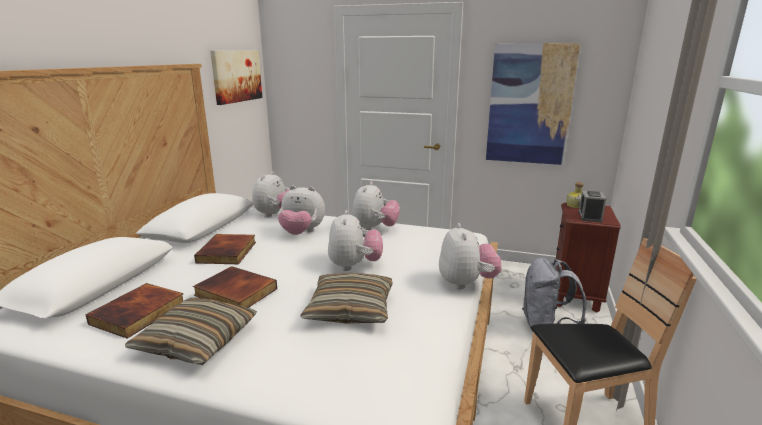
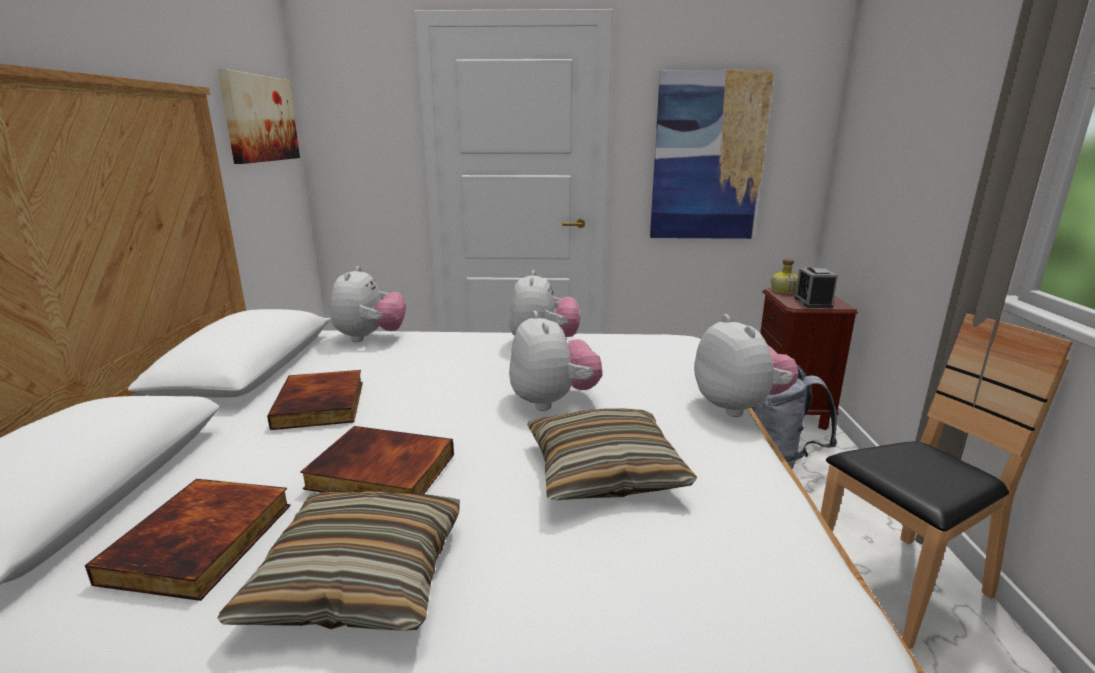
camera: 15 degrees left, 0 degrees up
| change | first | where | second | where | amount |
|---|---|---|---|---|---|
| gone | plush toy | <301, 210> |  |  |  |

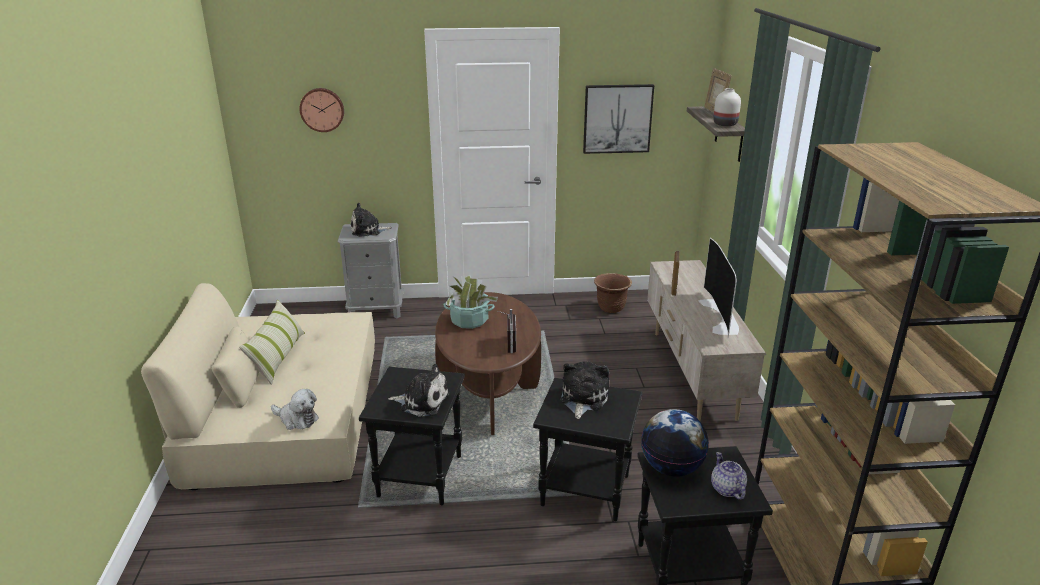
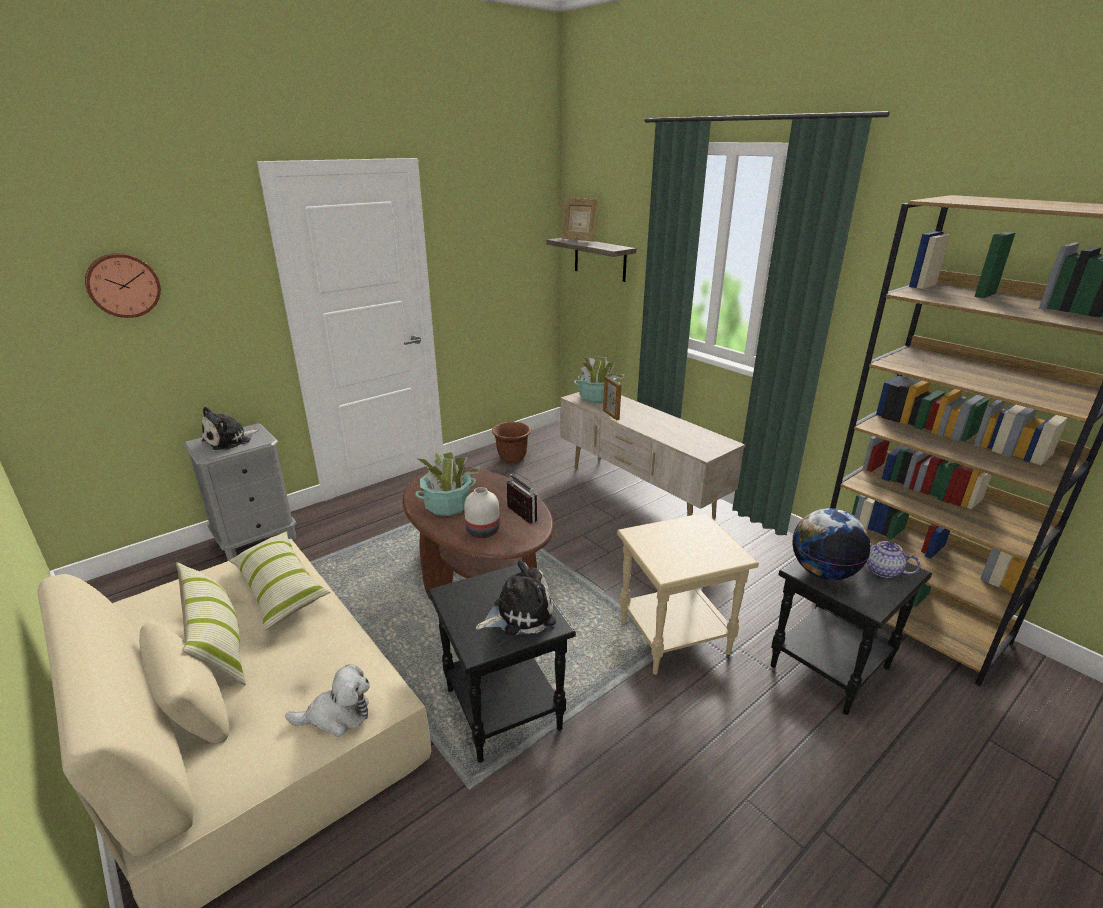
camera: 35 degrees left, 0 degrees up
| change | first | where | second | where | amount |
|---|---|---|---|---|---|
| gone | plush toy | <585, 390> |  |  |  |
| gone | picture | <618, 119> |  |  |  |
| gone | television | <719, 288> |  |  |  |
| new |  |  | pillow | <279, 581> |  |
| new |  |  | potted plant | <599, 379> |  |
| shifted | vase/white | <727, 107> |  | <482, 512> |  |
| repainted | side table/black | <587, 449> | side table/beige | <688, 594> |  |

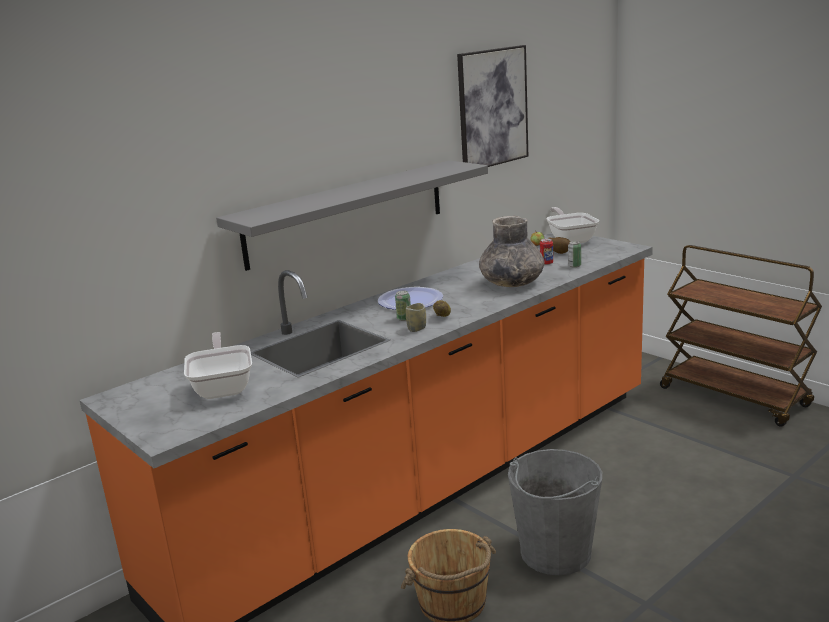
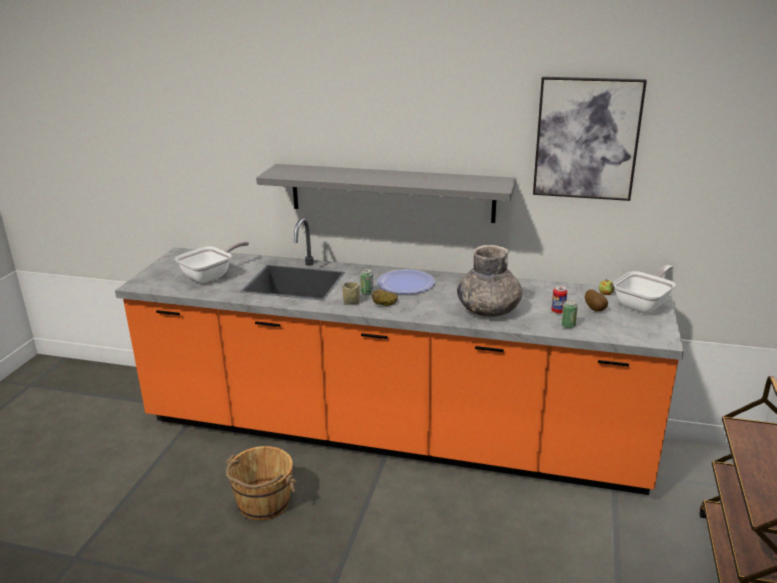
camera: 55 degrees right, 5 degrees up
| change | first | where | second | where | amount |
|---|---|---|---|---|---|
| gone | bucket/grey | <555, 512> |  |  |  |

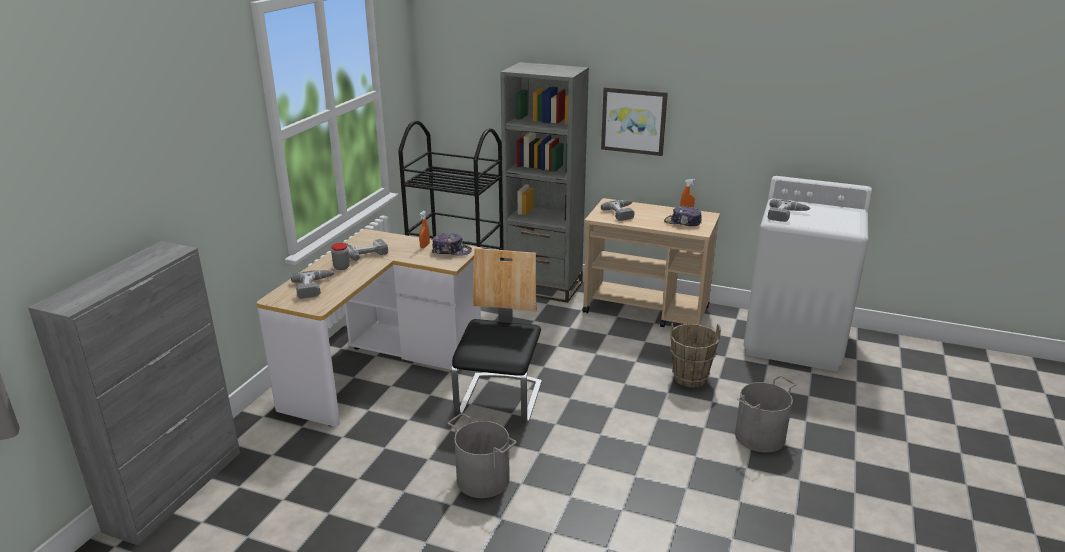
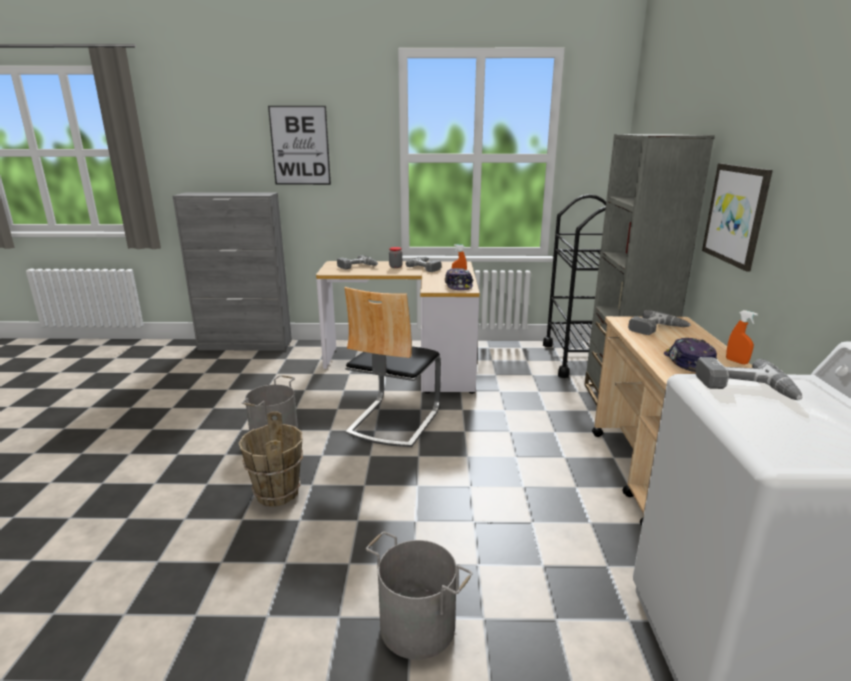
camera: 70 degrees right, 5 degrees down
| change | first | where | second | where | amount |
|---|---|---|---|---|---|
| new |  |  | picture | <299, 145> |  |
| shifted | bucket/brown | <695, 355> |  | <270, 459> |  |
| rotated | chair | <496, 336> |  | <392, 367> | 120 degrees clockwise |

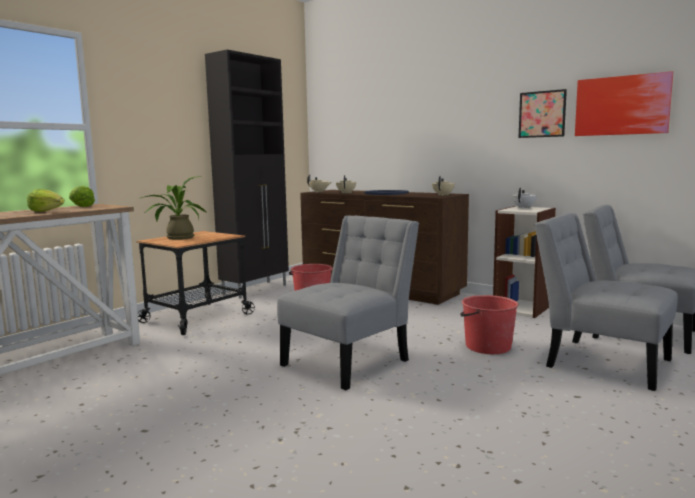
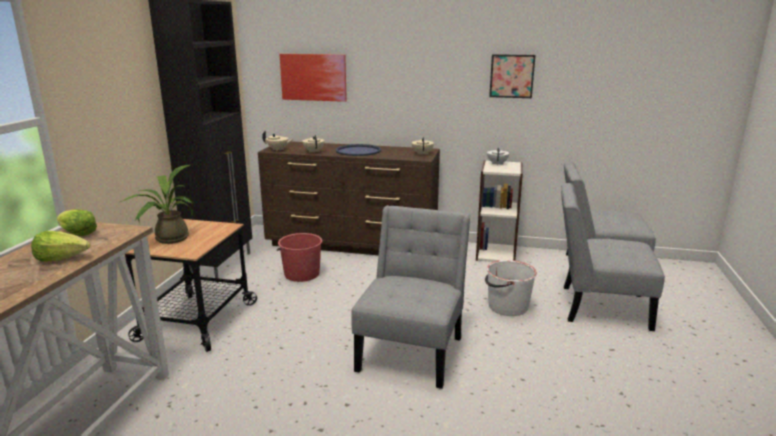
camera: 25 degrees left, 10 degrees up
| change | first | where | second | where | amount |
|---|---|---|---|---|---|
| shifted | picture | <624, 103> |  | <313, 78> |  |
| repainted | bucket/red | <489, 324> | bucket/white | <511, 288> |  |

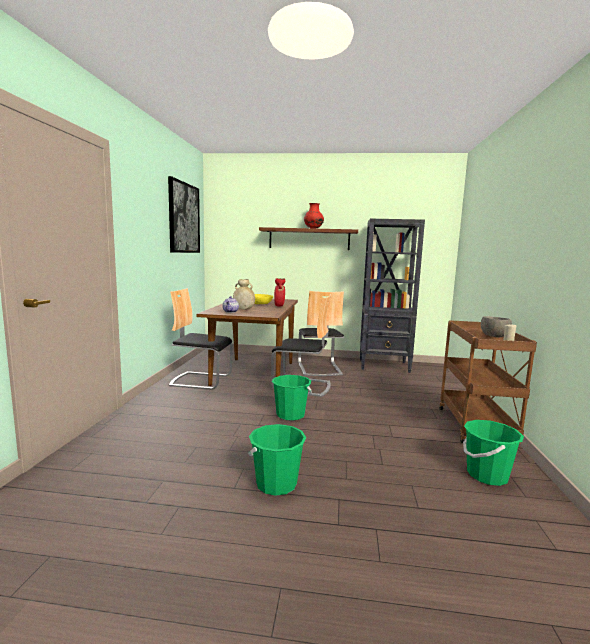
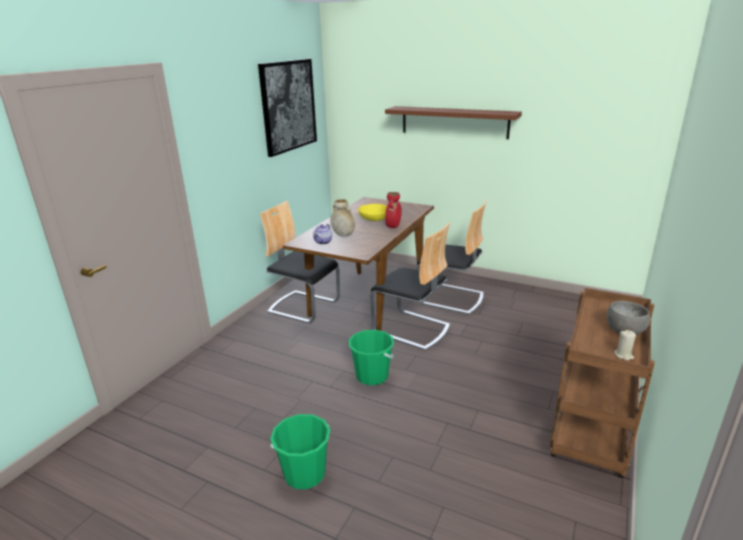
camera: 20 degrees right, 15 degrees up
| change | first | where | second | where | amount |
|---|---|---|---|---|---|
| gone | vase/red | <314, 216> |  |  |  |
| gone | bookcase/black | <392, 295> |  |  |  |
| gone | bucket/green | <493, 453> |  |  |  |
| rotated | chair | <321, 333> |  | <451, 257> | 75 degrees counterclockwise |

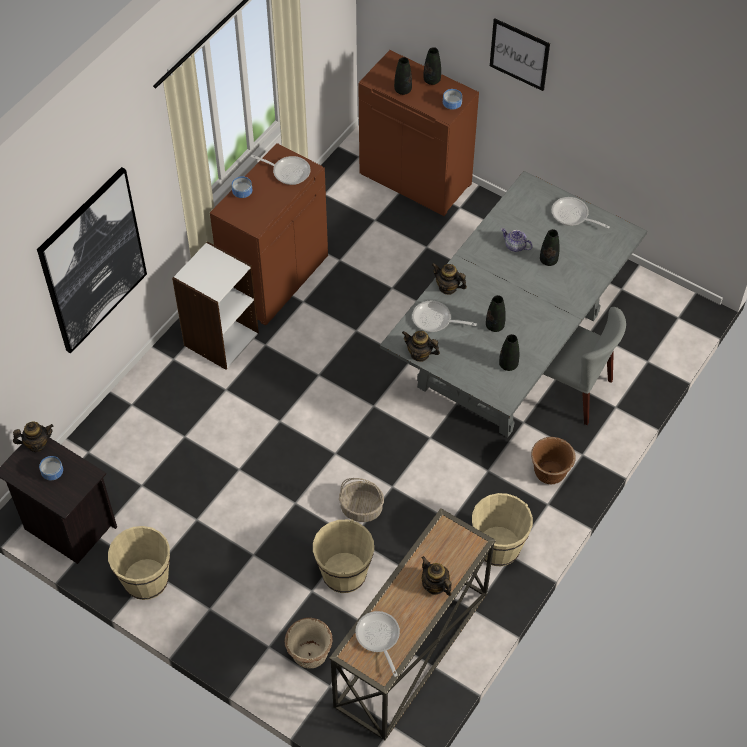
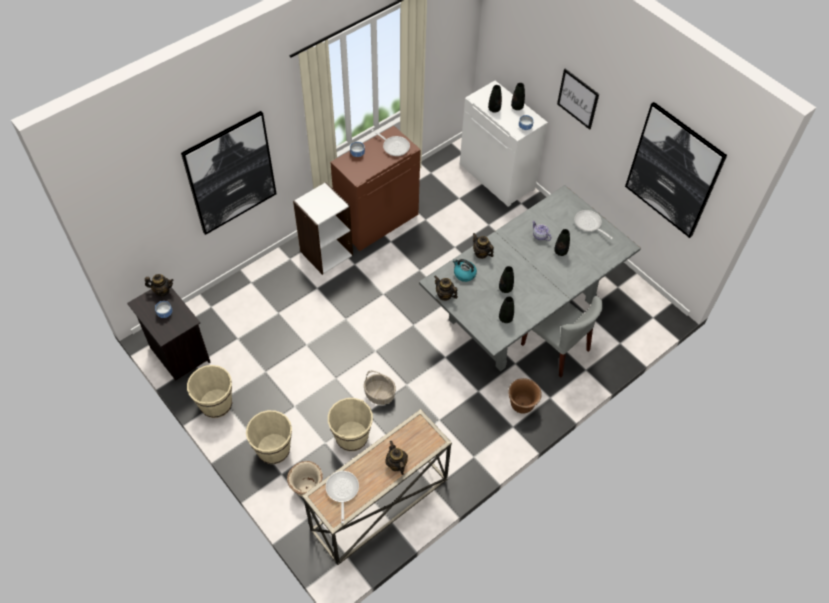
camera: 15 degrees right, 0 degrees up
| change | first | where | second | where | amount |
|---|---|---|---|---|---|
| new |  |  | picture | <676, 170> |  |
| shifted | bucket/beige | <502, 529> |  | <269, 437> |  |
| swapped | frying pan | <444, 316> | kettle | <465, 270> |  |
| repainted | cabinet/brown | <418, 133> | cabinet/white | <504, 144> |  |

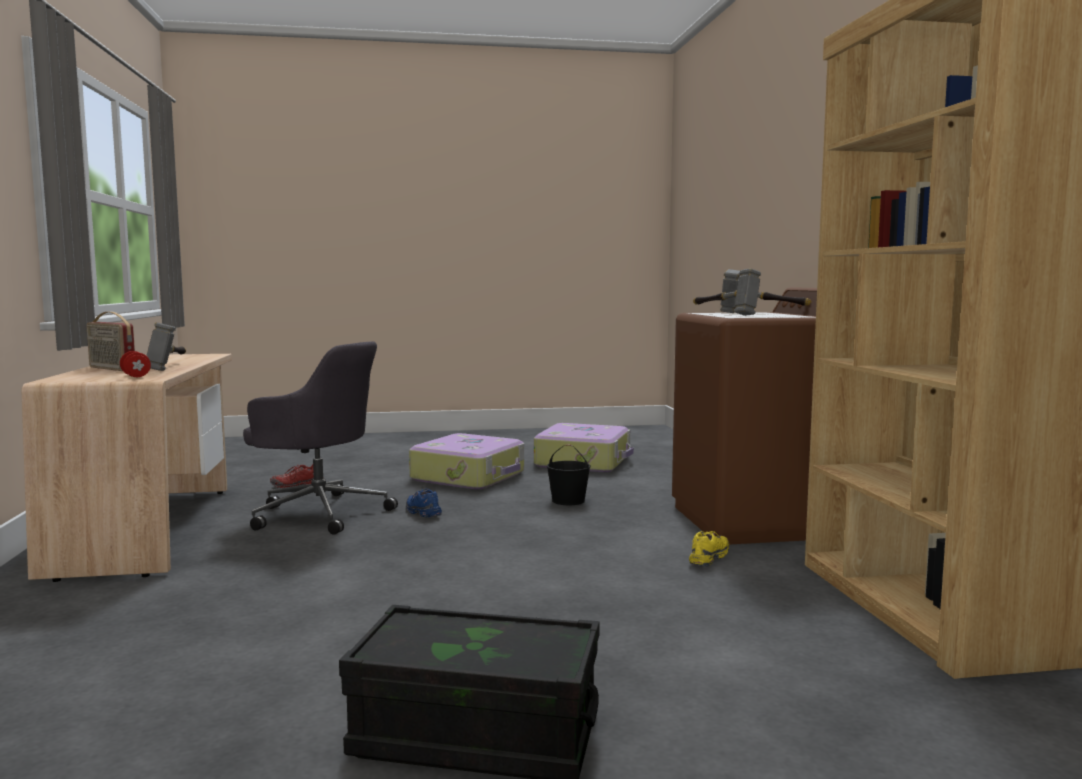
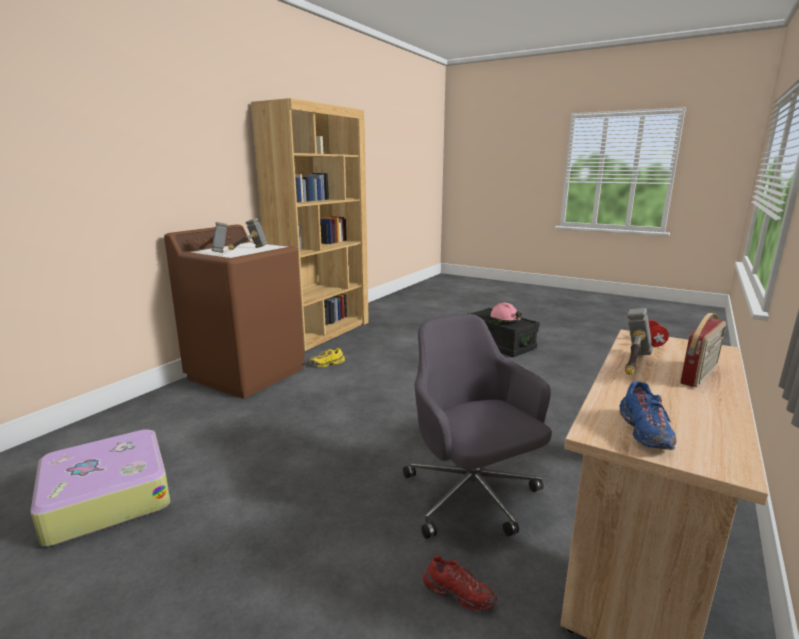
camera: 140 degrees left, 10 degrees up
| change | first | where | second | where | amount |
|---|---|---|---|---|---|
| gone | suitcase | <466, 461> |  |  |  |
| gone | bucket/black | <569, 474> |  |  |  |
| new |  |  | hard hat/pink | <506, 312> |  |
| shifted | shoe/blue | <424, 502> |  | <648, 415> |  |
| rotated | radio | <110, 341> |  | <703, 350> | 60 degrees clockwise |

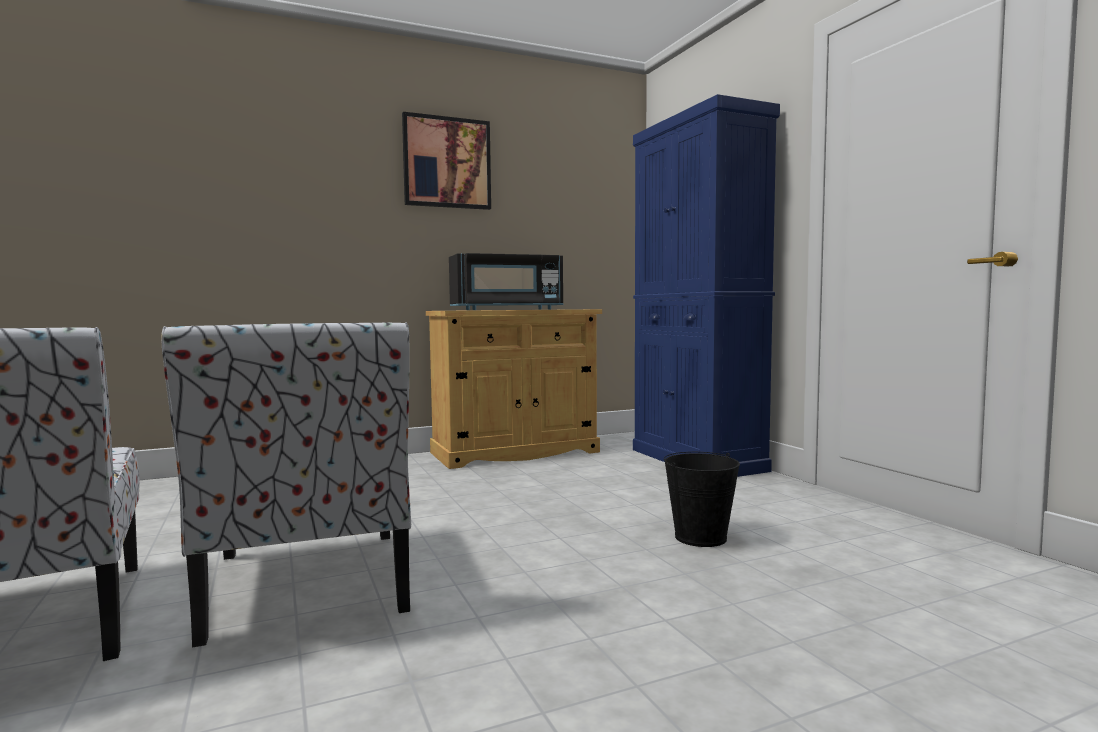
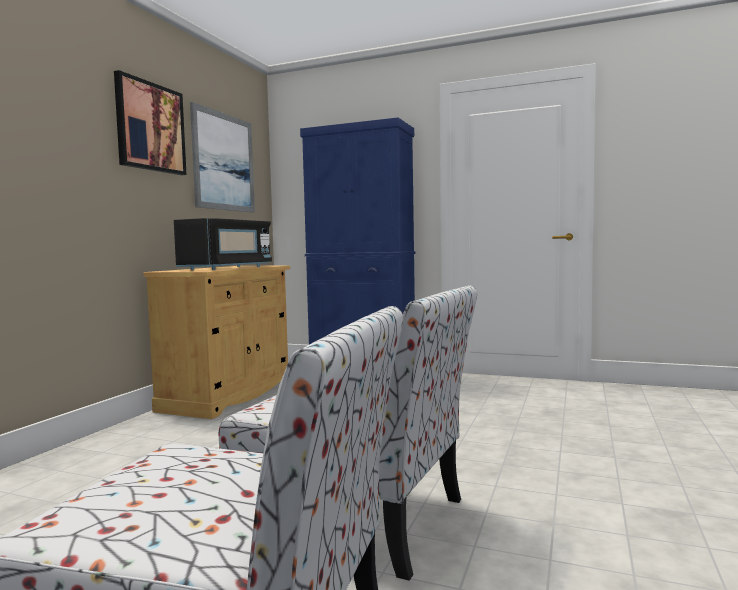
camera: 45 degrees left, 0 degrees up
| change | first | where | second | where | amount |
|---|---|---|---|---|---|
| gone | bucket/black | <702, 499> |  |  |  |
| new |  |  | picture | <222, 157> |  |

